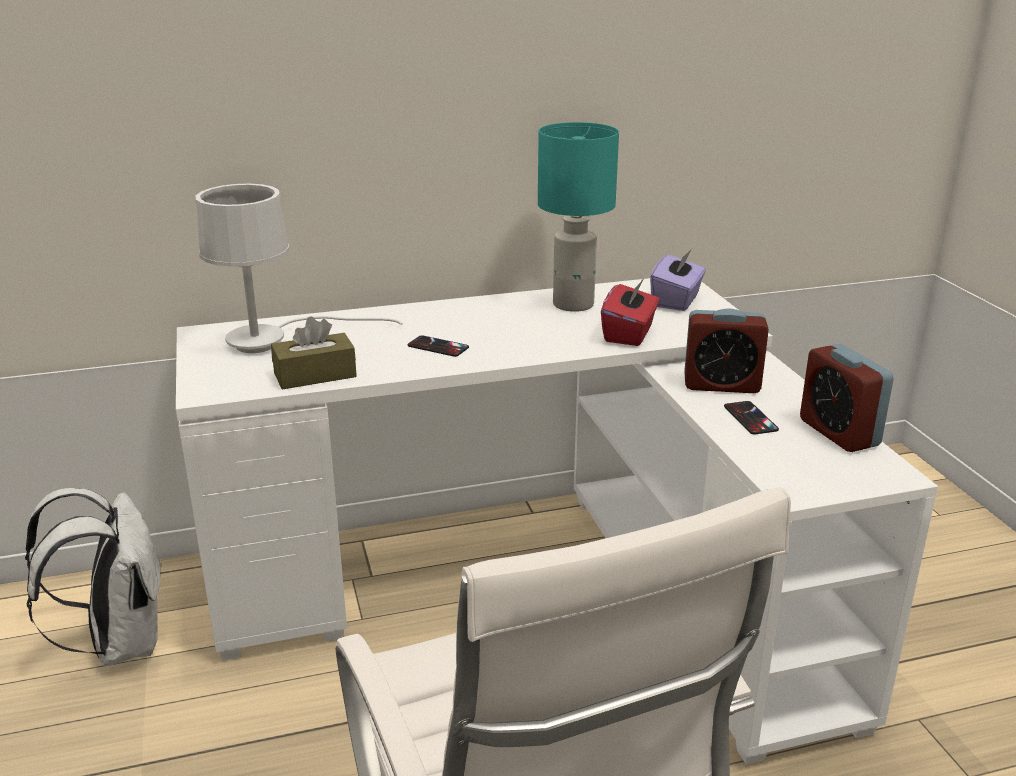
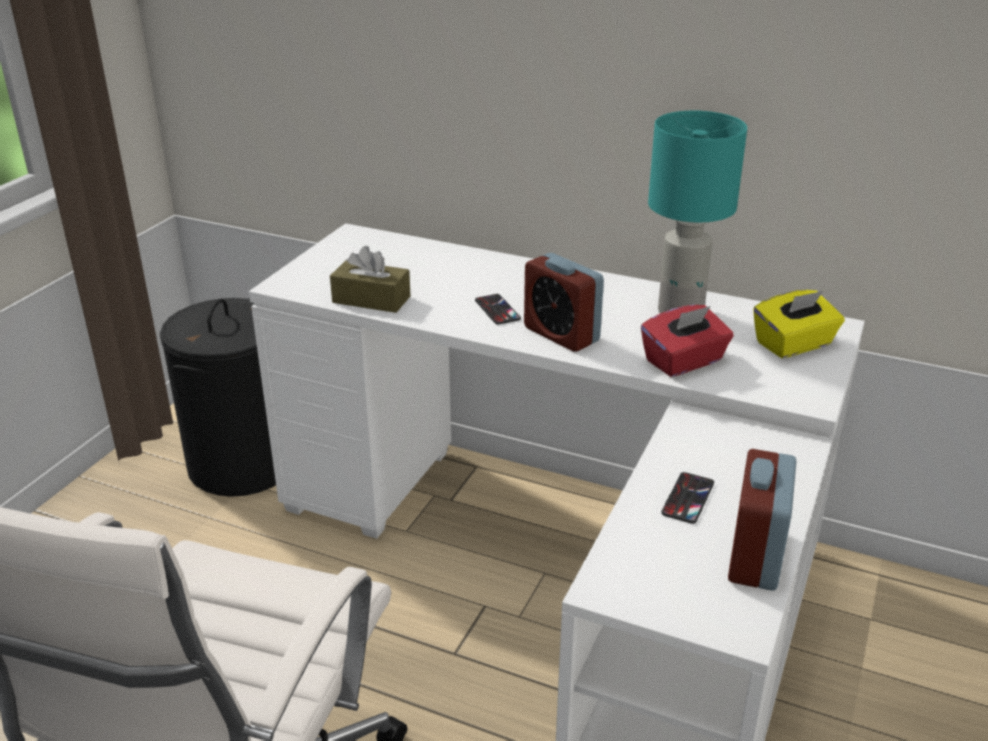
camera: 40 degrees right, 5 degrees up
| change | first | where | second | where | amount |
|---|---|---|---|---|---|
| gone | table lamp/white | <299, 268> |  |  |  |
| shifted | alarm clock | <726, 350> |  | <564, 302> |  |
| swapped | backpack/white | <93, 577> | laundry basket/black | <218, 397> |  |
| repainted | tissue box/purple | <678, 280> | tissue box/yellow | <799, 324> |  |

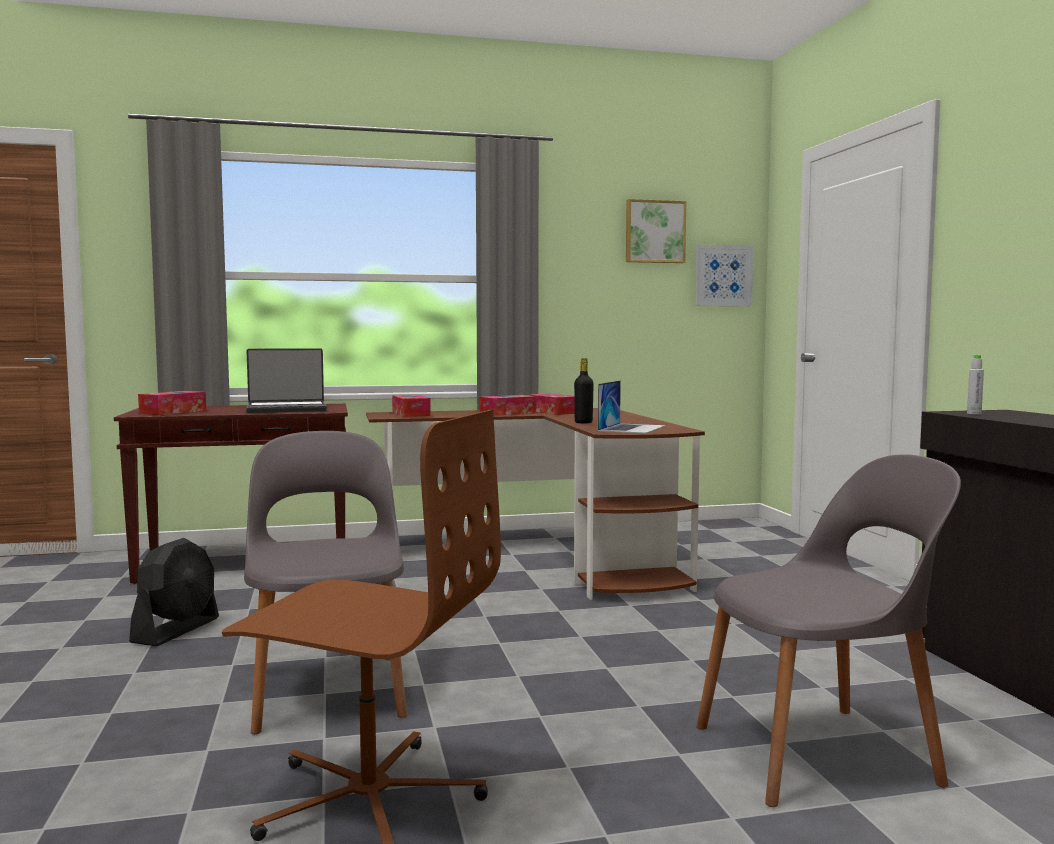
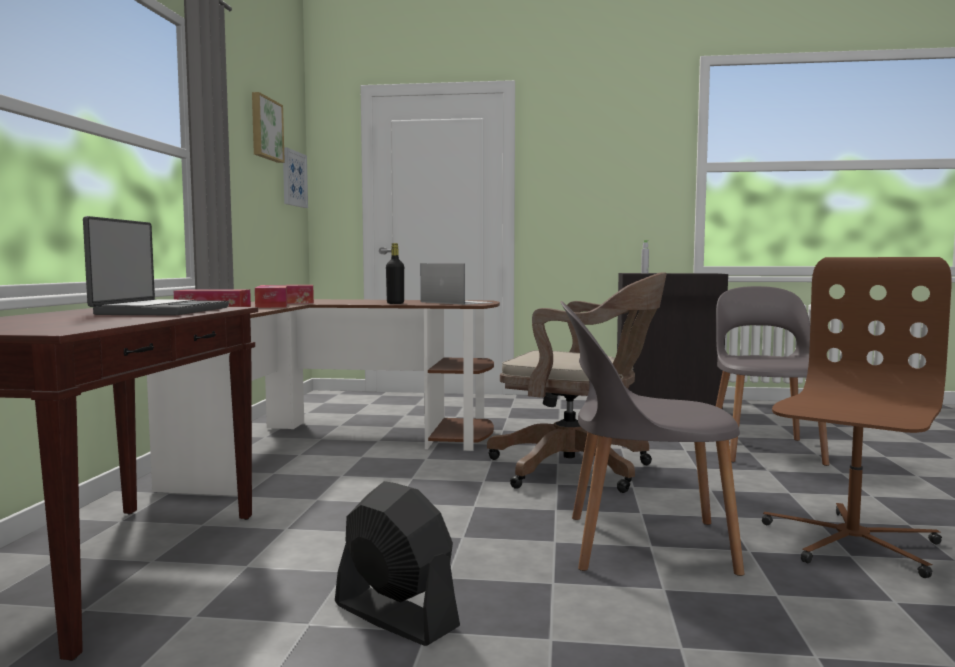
camera: 70 degrees left, 0 degrees up
| change | first | where | second | where | amount |
|---|---|---|---|---|---|
| gone | tissue box | <172, 403> |  |  |  |
| new |  |  | office chair/brown | <577, 382> |  |

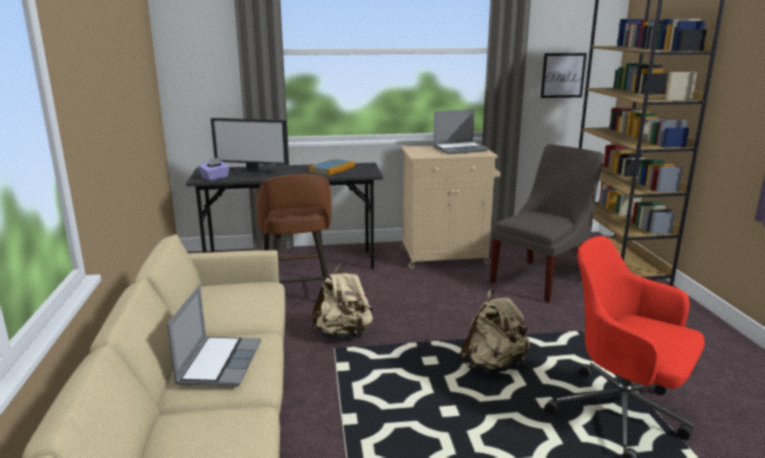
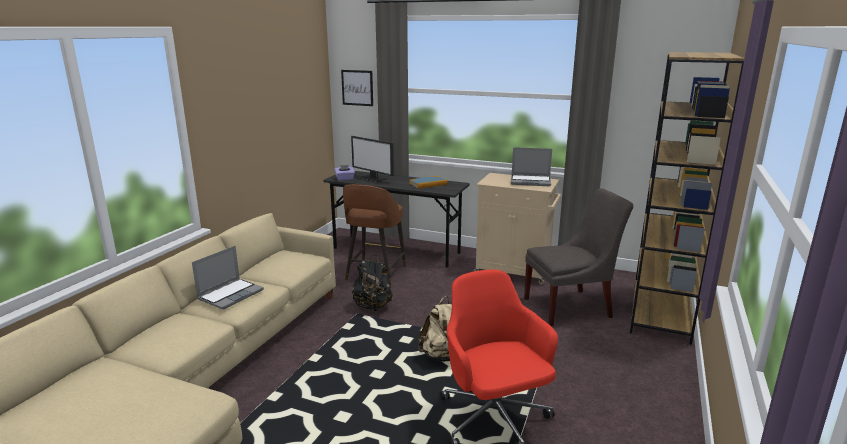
camera: 30 degrees right, 0 degrees up
| change | first | where | second | where | amount |
|---|---|---|---|---|---|
| shifted | picture | <564, 75> |  | <357, 88> |  |
| repainted | backpack/beige | <342, 301> | backpack/black | <372, 283> |  |

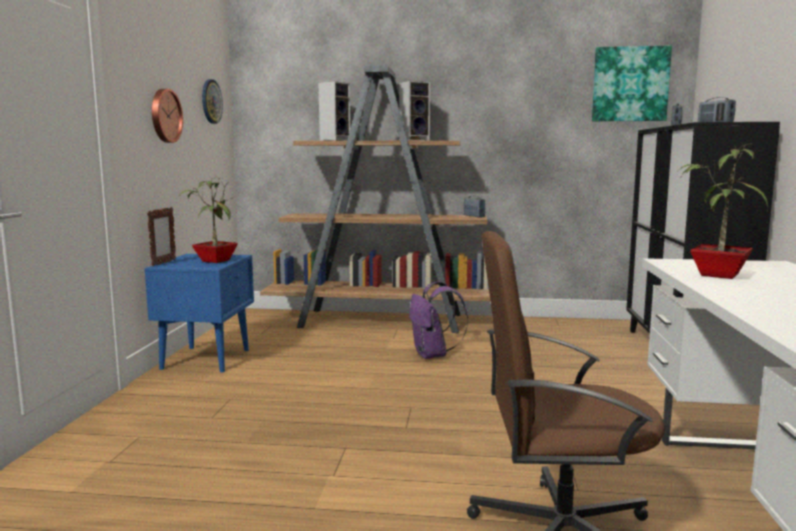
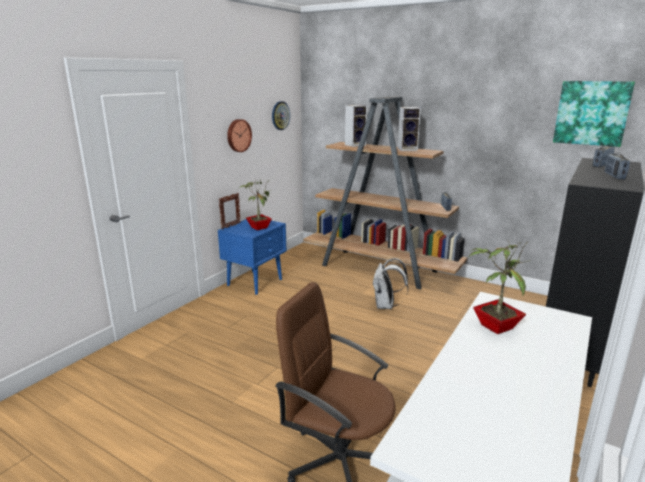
camera: 25 degrees right, 10 degrees up
| change | first | where | second | where | amount |
|---|---|---|---|---|---|
| repainted | backpack/purple | <438, 320> | backpack/white | <390, 283> |  |

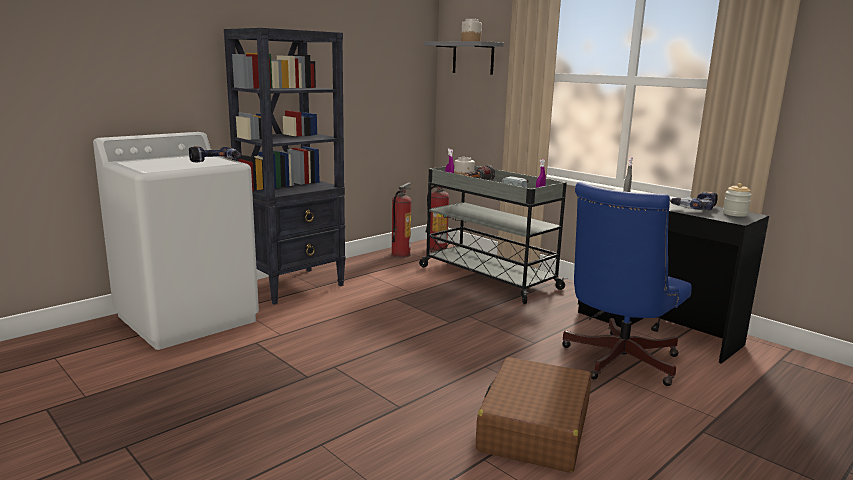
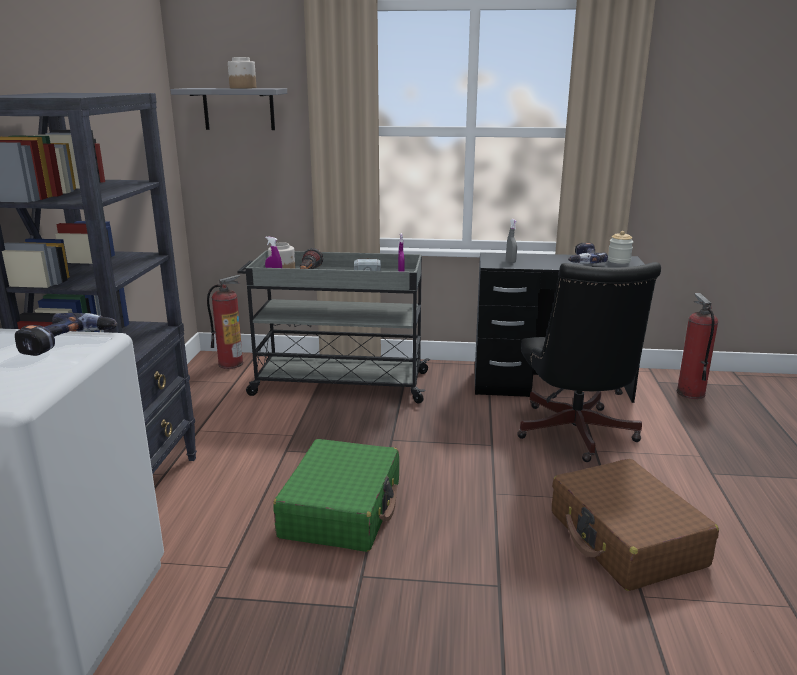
camera: 40 degrees left, 5 degrees up
| change | first | where | second | where | amount |
|---|---|---|---|---|---|
| new |  |  | suitcase/green | <336, 495> |  |
| shifted | fire extinguisher | <401, 220> |  | <697, 346> |  |
| repainted | office chair/blue | <627, 284> | office chair/black | <589, 362> |  |

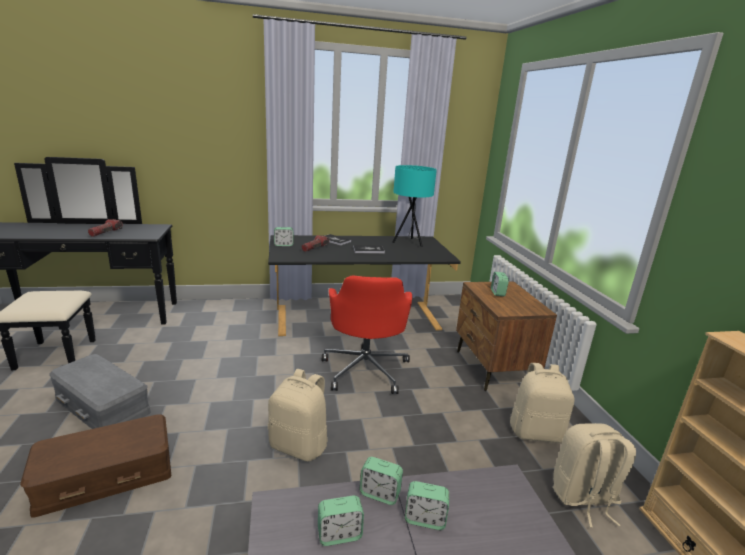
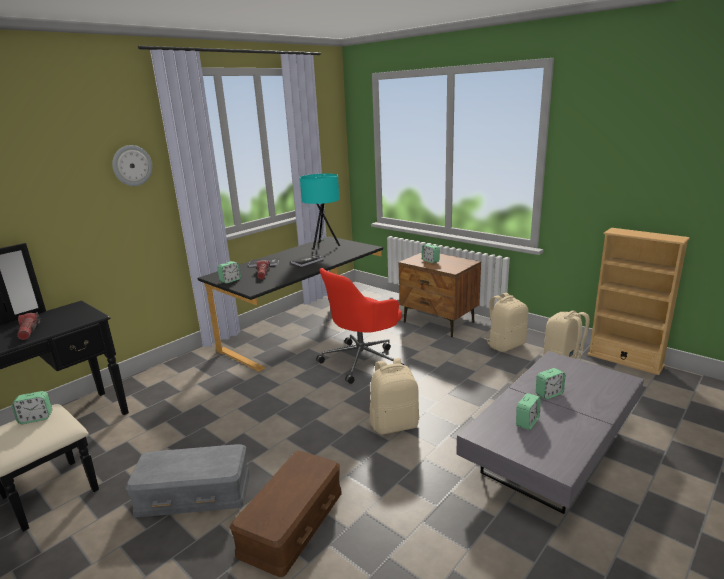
camera: 35 degrees left, 0 degrees up
| change | first | where | second | where | amount |
|---|---|---|---|---|---|
| new |  |  | wall clock | <132, 165> |  |
| shifted | alarm clock | <381, 481> |  | <32, 407> |  |
| rotated | office chair/red | <367, 334> |  | <360, 326> | 90 degrees clockwise |

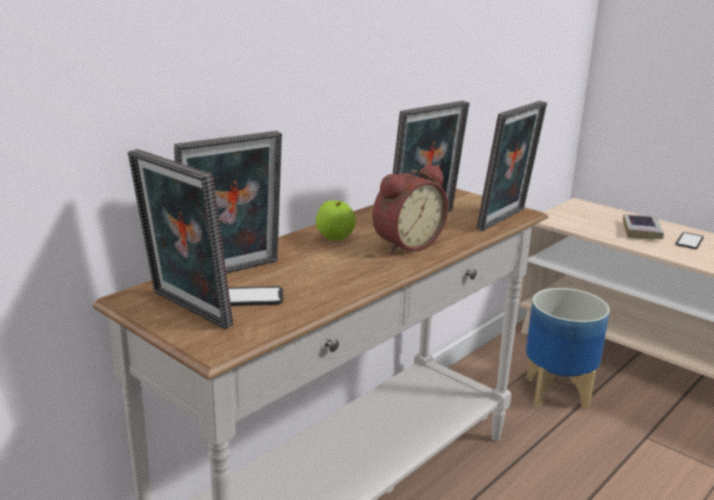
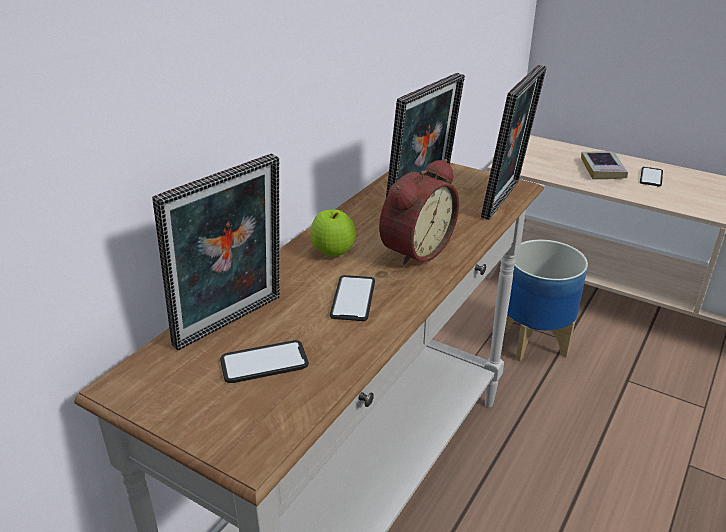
camera: 10 degrees left, 10 degrees up
| change | first | where | second | where | amount |
|---|---|---|---|---|---|
| gone | picture frame | <180, 239> |  |  |  |
| new |  |  | phone | <352, 298> |  |

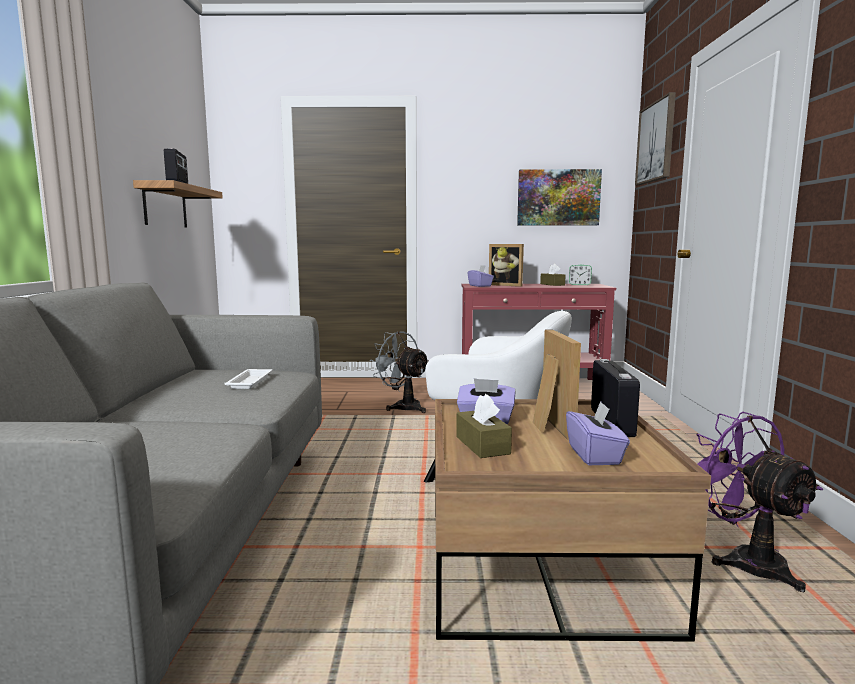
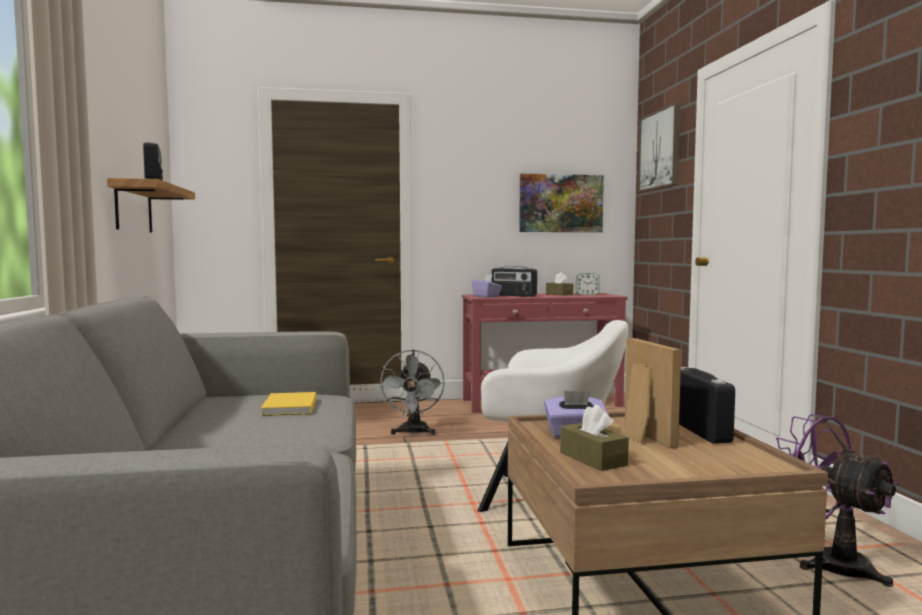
camera: 10 degrees left, 5 degrees down
| change | first | where | second | where | amount |
|---|---|---|---|---|---|
| gone | tissue box/purple | <598, 433> |  |  |  |
| swapped | tray/white | <249, 379> | book/yellow | <288, 404> |  |
| swapped | picture frame | <506, 265> | radio | <514, 281> |  |
| rotated | fan/grey | <399, 372> |  | <412, 392> | 120 degrees counterclockwise |

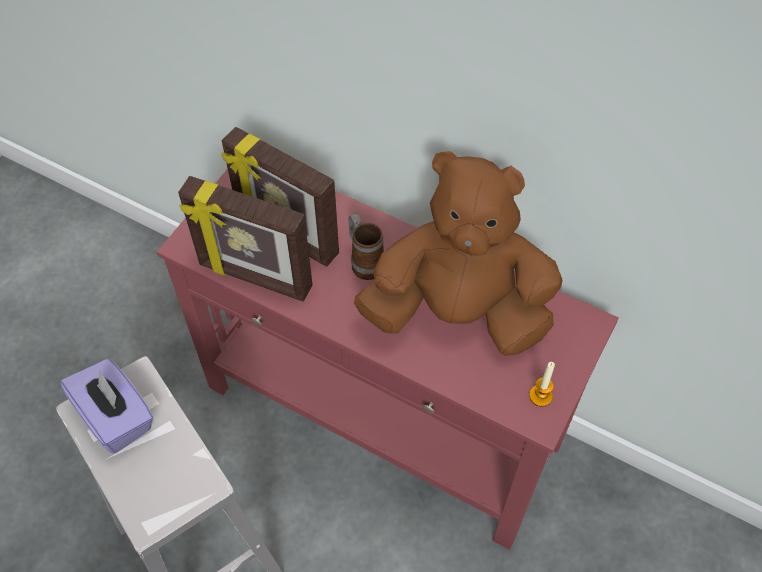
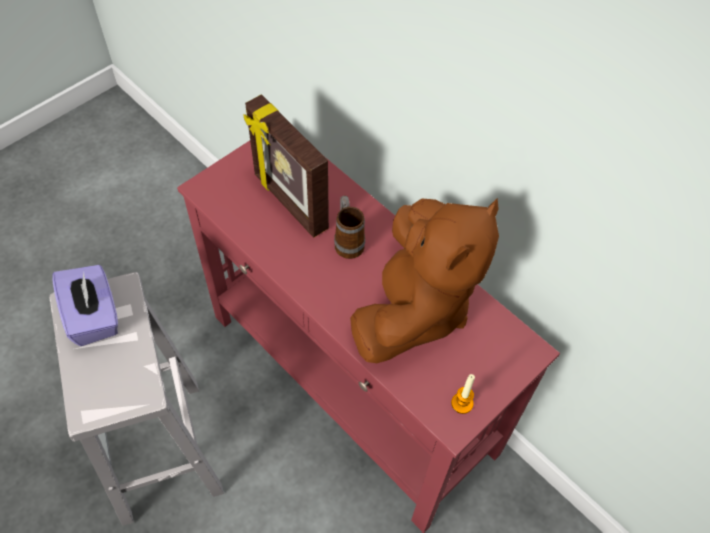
camera: 15 degrees right, 0 degrees up
| change | first | where | second | where | amount |
|---|---|---|---|---|---|
| gone | picture frame | <245, 239> |  |  |  |
| rotated | plush toy/brown | <458, 253> |  | <424, 280> | 90 degrees clockwise |

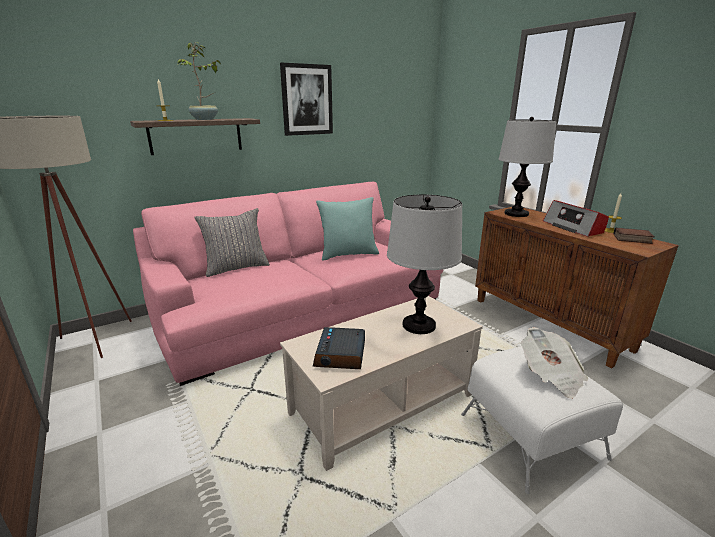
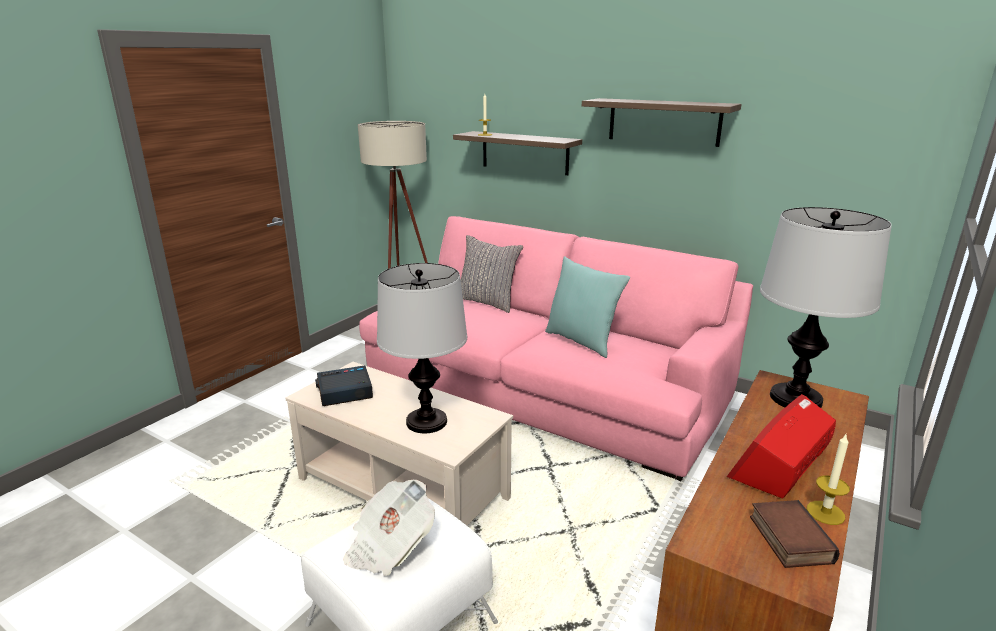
camera: 65 degrees right, 0 degrees up
| change | first | where | second | where | amount |
|---|---|---|---|---|---|
| gone | potted plant | <199, 81> |  |  |  |
| swapped | picture | <306, 99> | shelf | <661, 122> |  |

